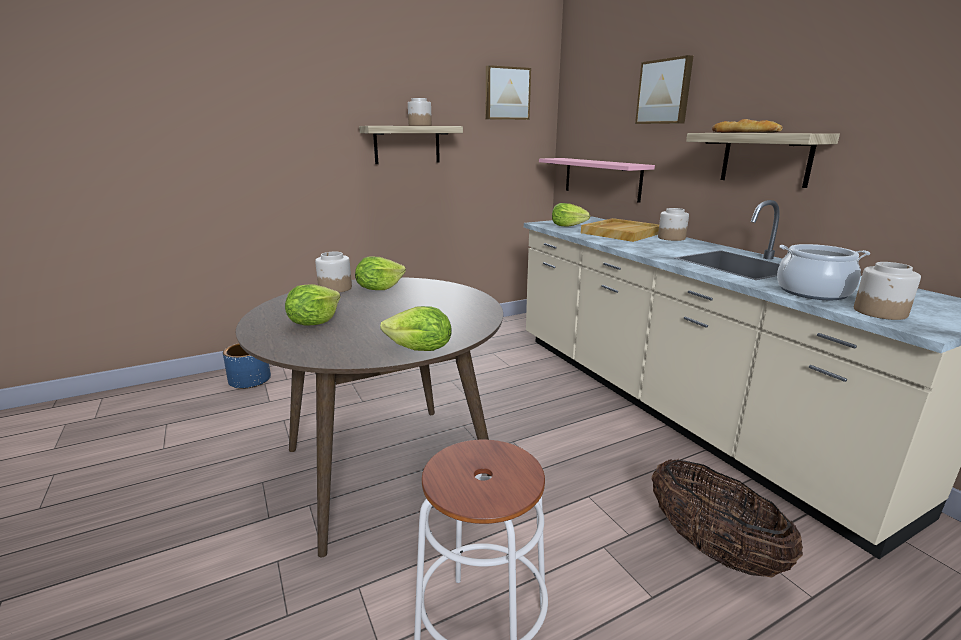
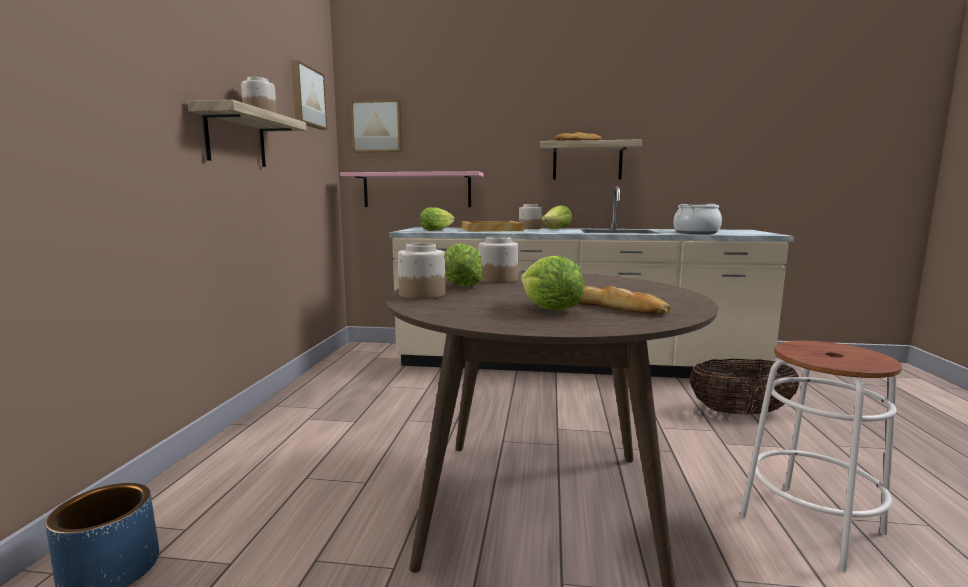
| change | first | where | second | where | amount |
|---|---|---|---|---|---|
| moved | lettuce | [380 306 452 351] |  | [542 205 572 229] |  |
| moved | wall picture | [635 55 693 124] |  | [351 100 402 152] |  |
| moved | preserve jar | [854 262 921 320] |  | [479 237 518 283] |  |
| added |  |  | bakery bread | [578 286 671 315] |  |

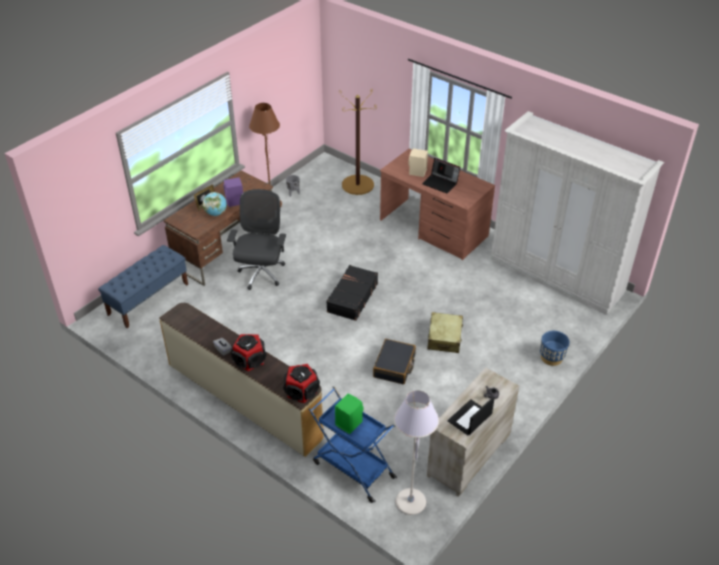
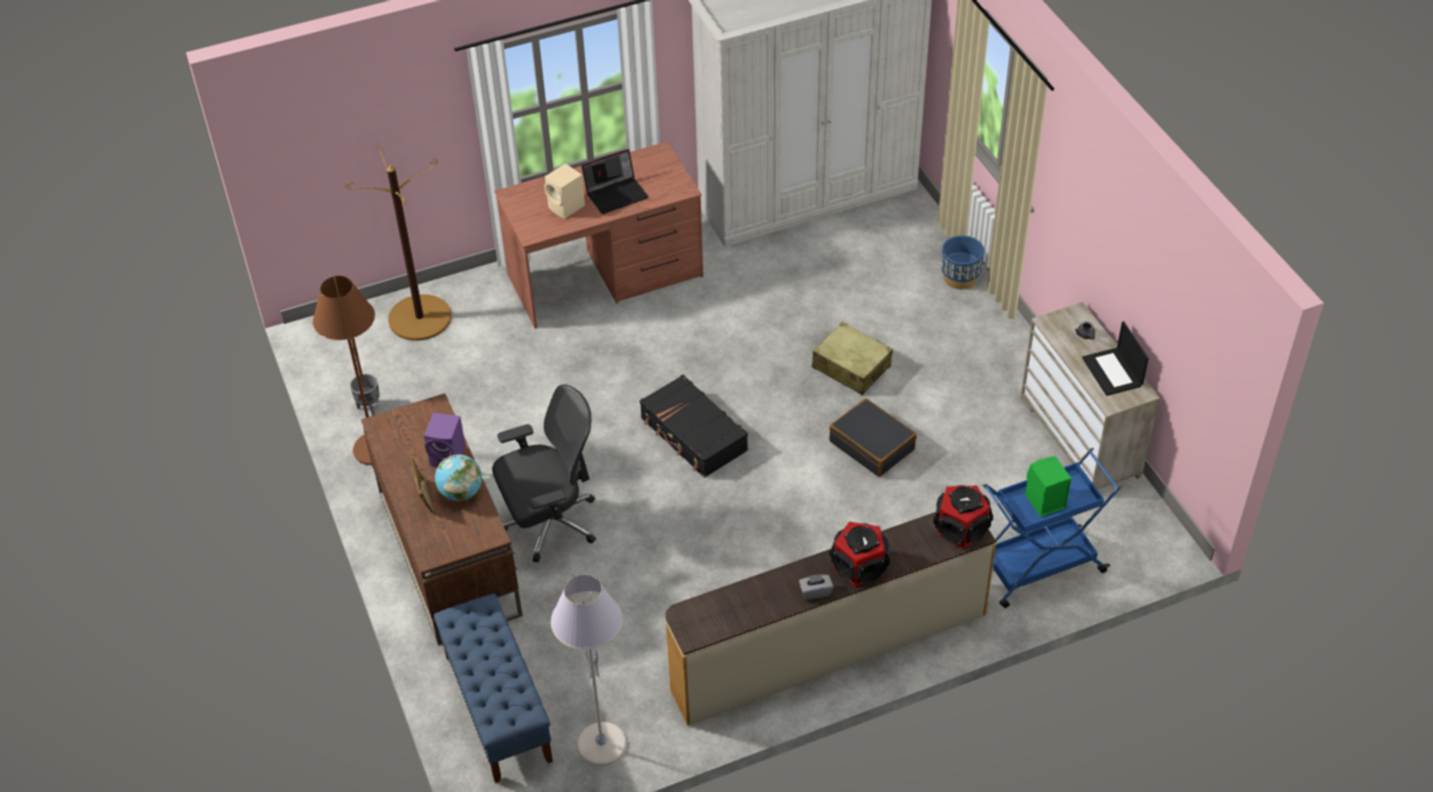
| change | first | where | second | where | amount |
|---|---|---|---|---|---|
| turned | desk chair | [227 189 286 290] |  | [492 384 596 562] | 120 degrees clockwise |
| moved | floor lamp/greyish | [394 390 439 515] |  | [551 575 627 766] |  |

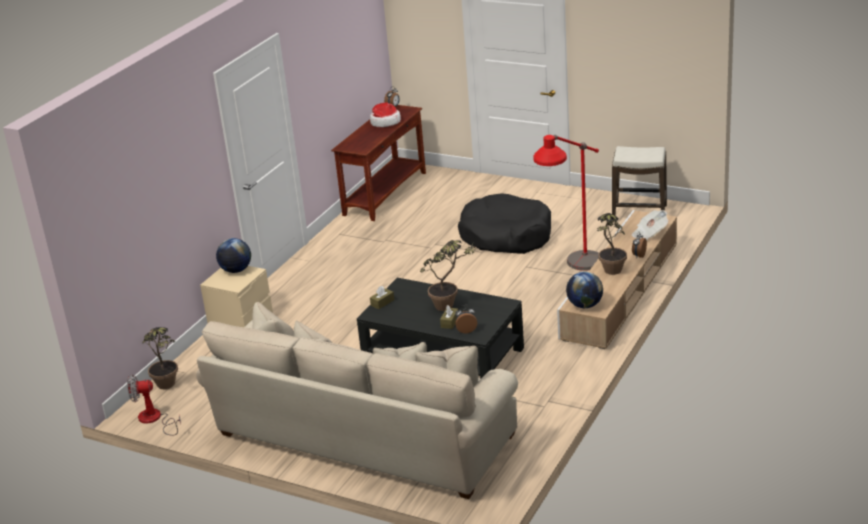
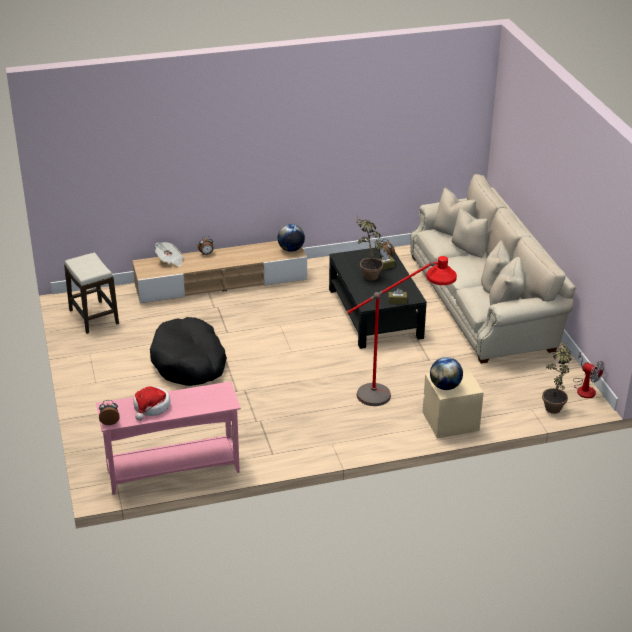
| change | first | where | second | where | amount |
|---|---|---|---|---|---|
| recoloured | narrow table/brown | [331 105 426 221] | narrow table/pink-coloured | [96 381 241 495] |  |
| moved | floor lamp/red | [533 135 599 271] |  | [347 256 457 406] |  |
| removed | potted plant | [597 213 627 275] |  |  |  |

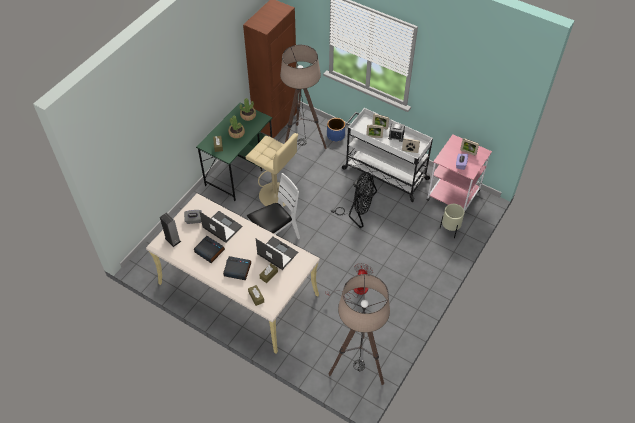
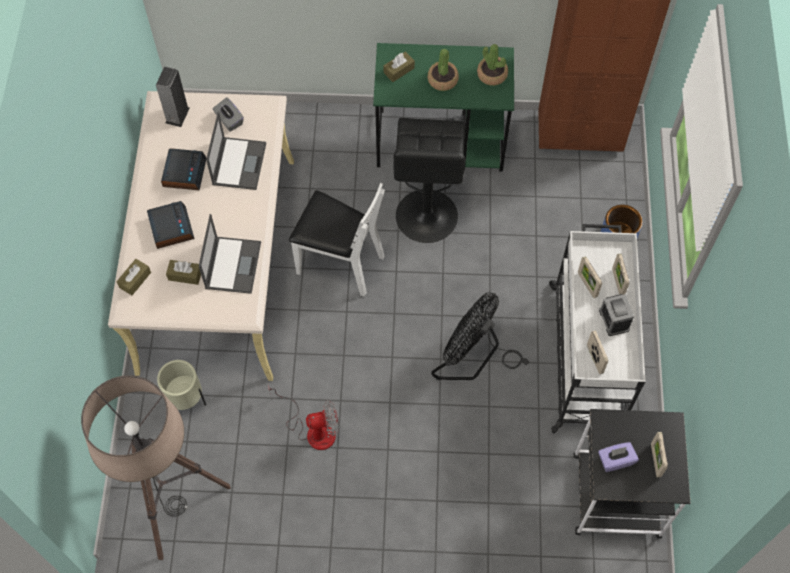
| change | first | where | second | where | amount |
|---|---|---|---|---|---|
| recoloured | stool/beige | [246 133 298 207] | stool/black-coloured | [393 118 465 243] |  |
| removed | floor lamp | [280 45 327 149] |  |  |  |
| turned | cooling fan/black-coloured | [331 172 377 229] |  | [431 292 530 380] | 135 degrees clockwise |
| recoloured | trolley/pink-coloured | [427 135 492 212] | trolley/black-coloured | [573 409 690 539] |  |
| moved | flower pot/beige | [440 204 465 238] |  | [157 360 206 410] |  |

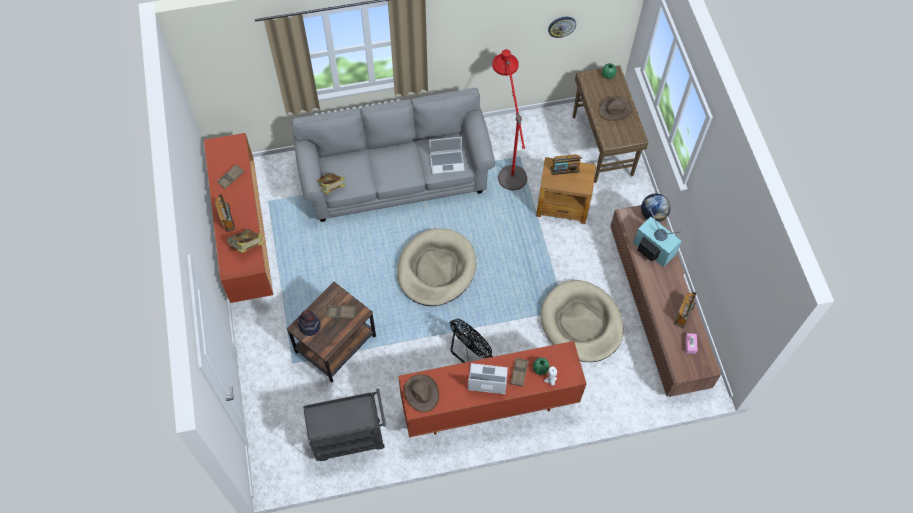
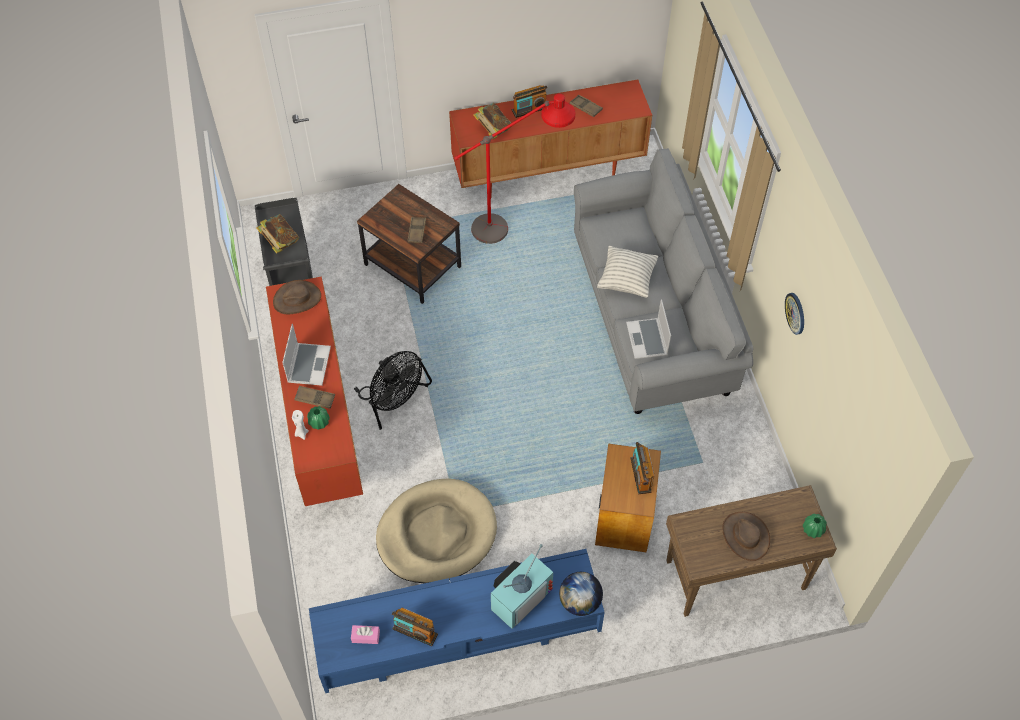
| change | first | where | second | where | amount |
|---|---|---|---|---|---|
| removed | clothing hat | [298 310 321 336] |  |  |  |
| moved | bound book | [316 173 345 194] |  | [256 214 299 254] |  |
| removed | pet bed/beige | [397 228 476 306] |  |  |  |
| moved | floor lamp/red | [492 49 527 190] |  | [454 94 575 244] |  |
| moved | hanging clock | [548 17 576 38] |  | [785 293 804 335] |  |
| recoloured | tv unit/brown | [610 205 721 397] | tv unit/blue-coloured | [309 549 605 693] |  |
| added |  |  | pillow | [597 246 658 297] |  |

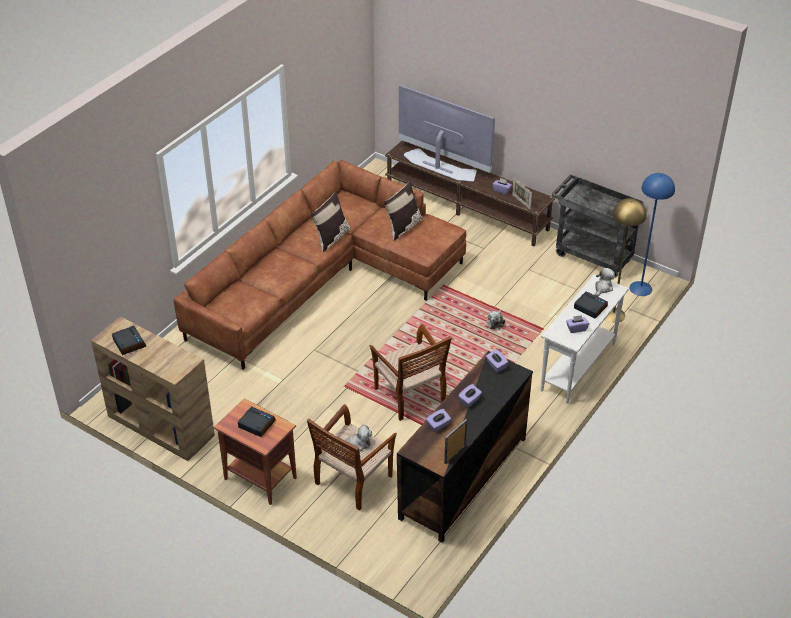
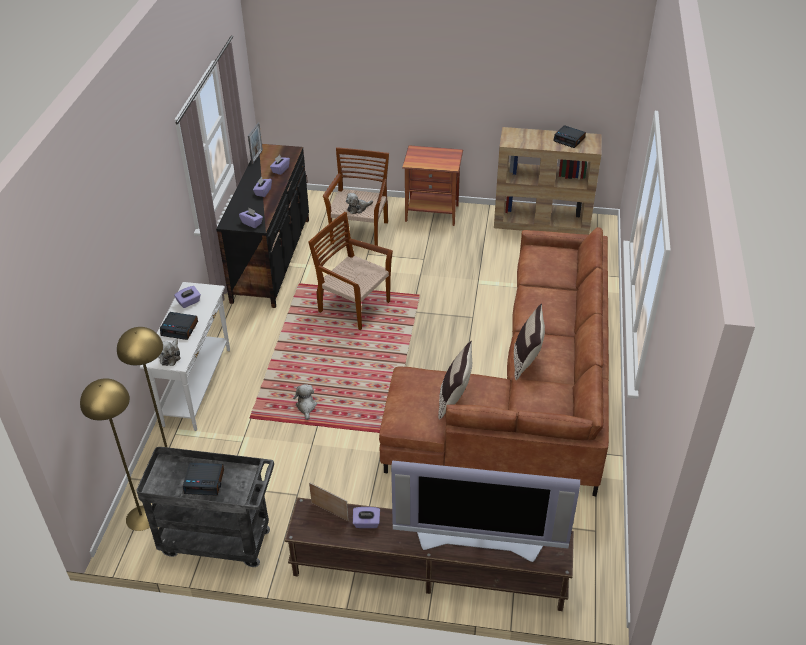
| change | first | where | second | where | amount |
|---|---|---|---|---|---|
| moved | alarm clock | [238 406 276 437] |  | [183 463 224 496] |  |
| recoloured | floor lamp/blue-coloured | [629 173 675 296] | floor lamp/yellow | [80 378 150 531] |  |

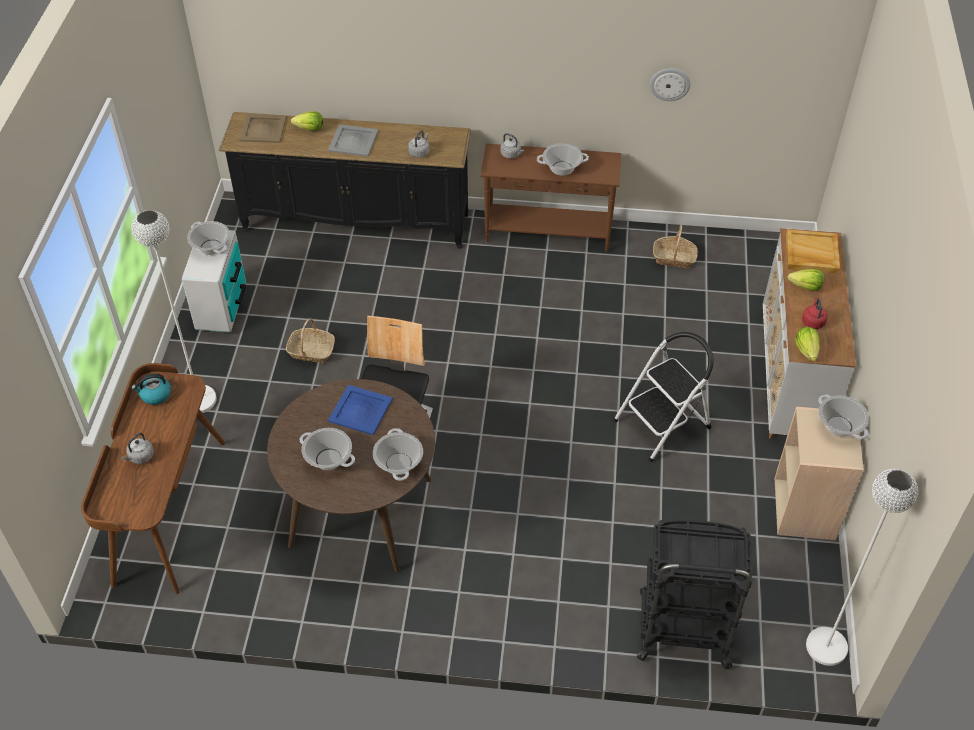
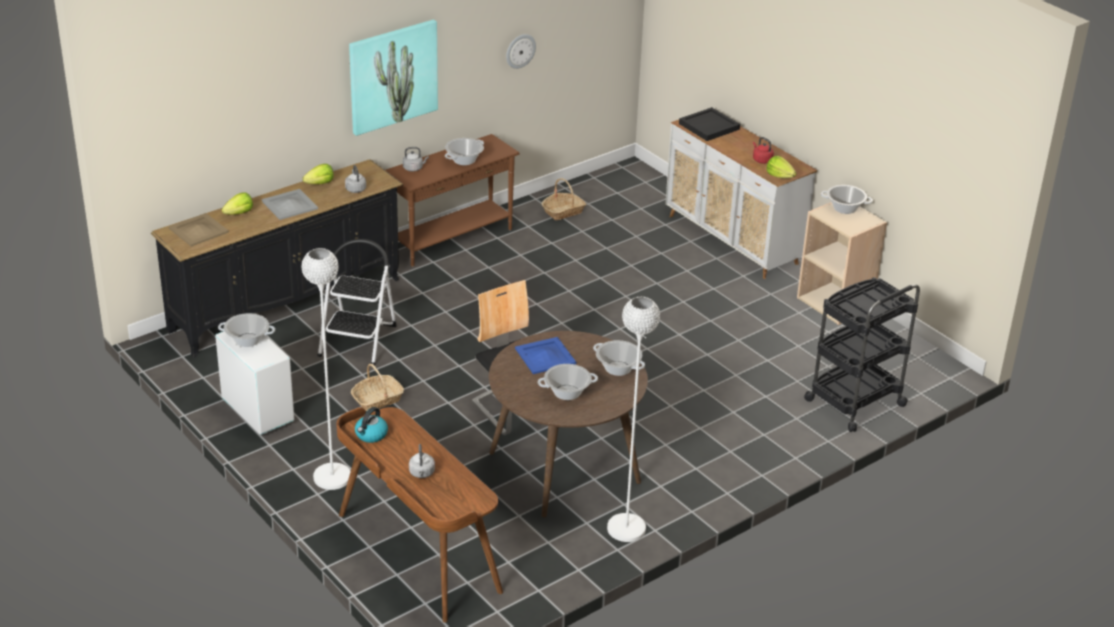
| change | first | where | second | where | amount |
|---|---|---|---|---|---|
| moved | step stool | [613 332 714 462] |  | [317 239 396 366] |  |
| recoloured | tray/beige | [786 229 840 274] | tray/black-coloured | [679 107 740 141] |  |
| moved | lettuce | [787 269 824 291] |  | [303 164 334 184] |  |
| moved | floor lamp/white | [806 469 918 666] |  | [607 297 660 542] |  |
| added |  |  | wall picture | [349 20 438 136] |  |

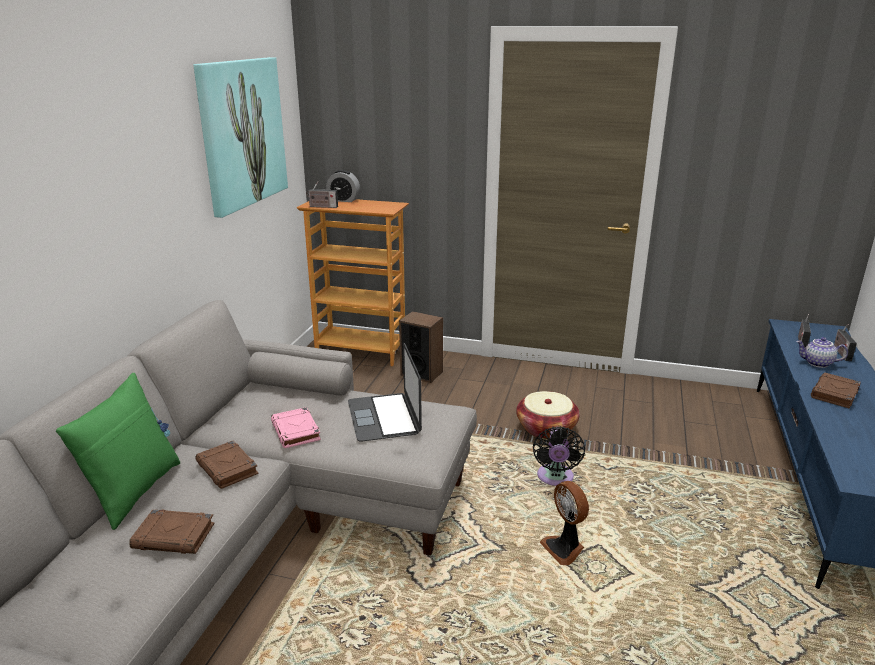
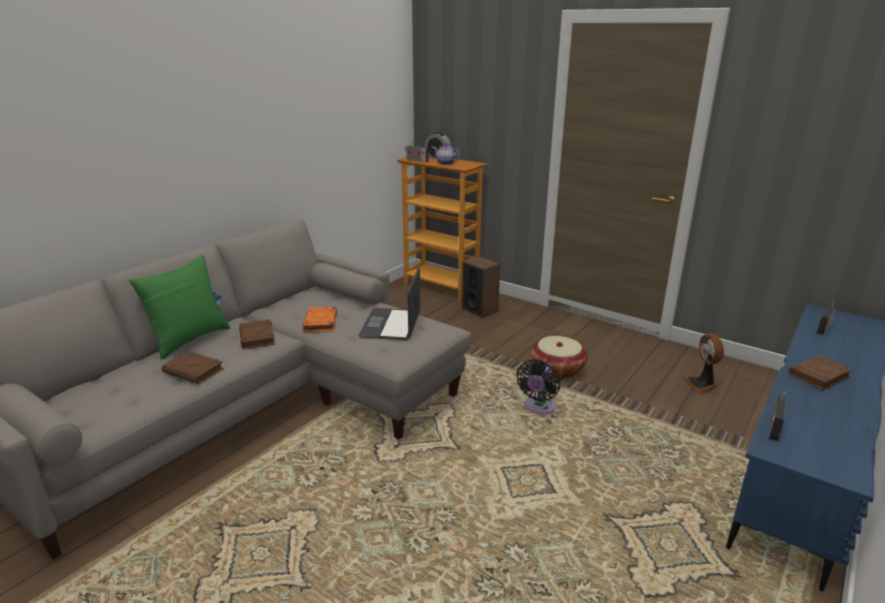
| change | first | where | second | where | amount |
|---|---|---|---|---|---|
| removed | wall picture | [193 57 288 218] |  |  |  |
| recoloured | bound book/pink-coloured | [271 407 321 448] | bound book/orangey | [303 307 337 332] |  |
| moved | cooling fan | [539 481 589 565] |  | [683 333 724 394] |  |
| moved | pot for tea | [796 337 848 368] |  | [433 144 460 165] |  |
| moved | radio set | [834 324 857 361] |  | [769 392 786 442] |  |

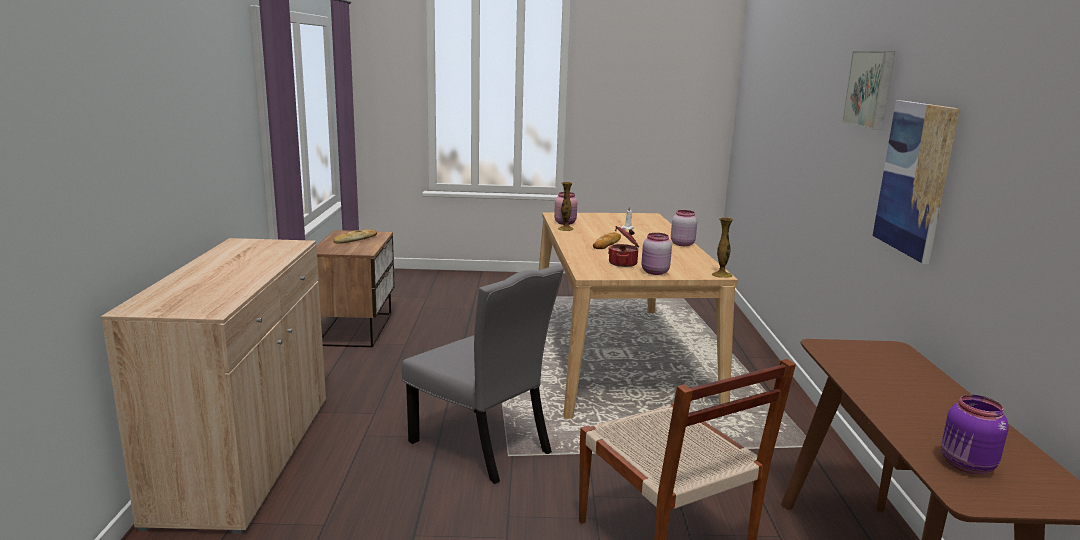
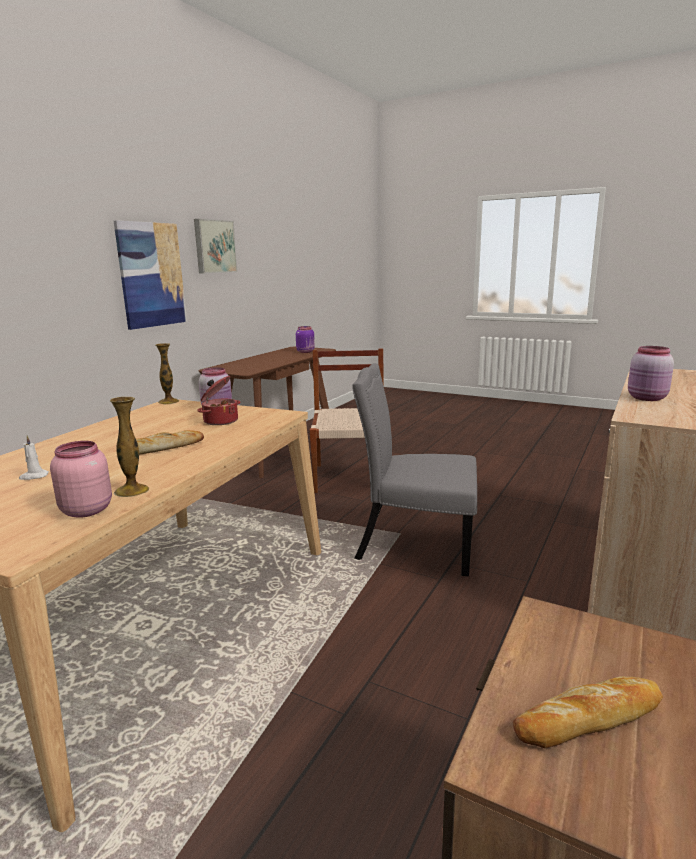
| change | first | where | second | where | amount |
|---|---|---|---|---|---|
| turned | plain chair/greyish | [402 265 564 484] |  | [352 363 477 576] | 60 degrees counterclockwise |
| moved | preserve jar/pink-coloured | [671 210 697 246] |  | [628 346 674 401] |  |
| moved | wall picture | [842 51 895 130] |  | [194 219 237 274] |  |

